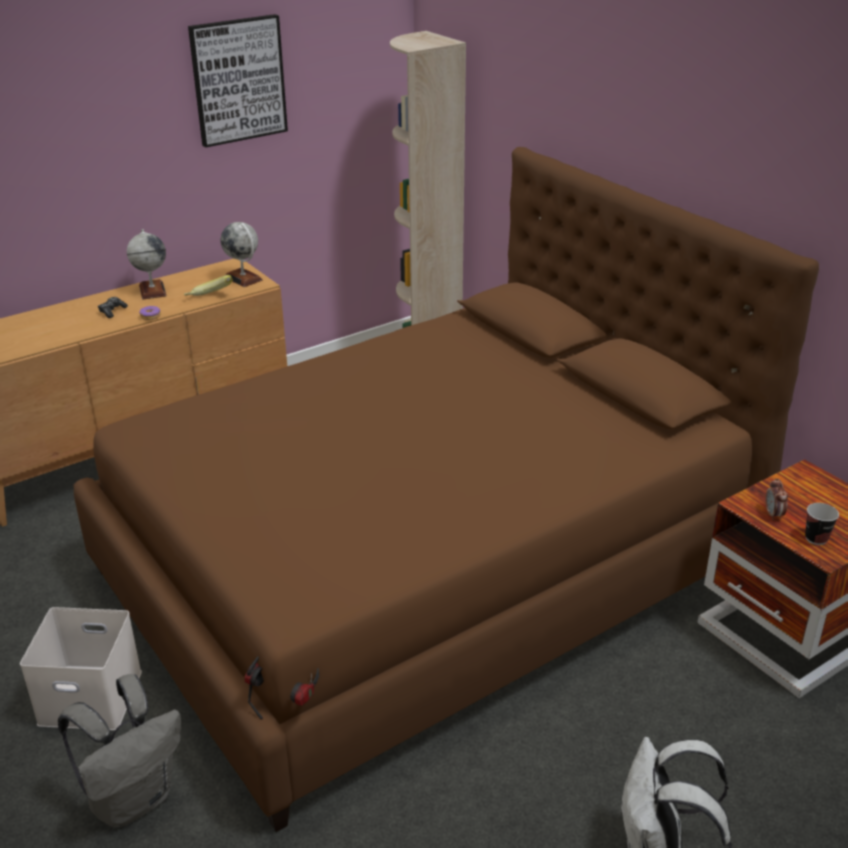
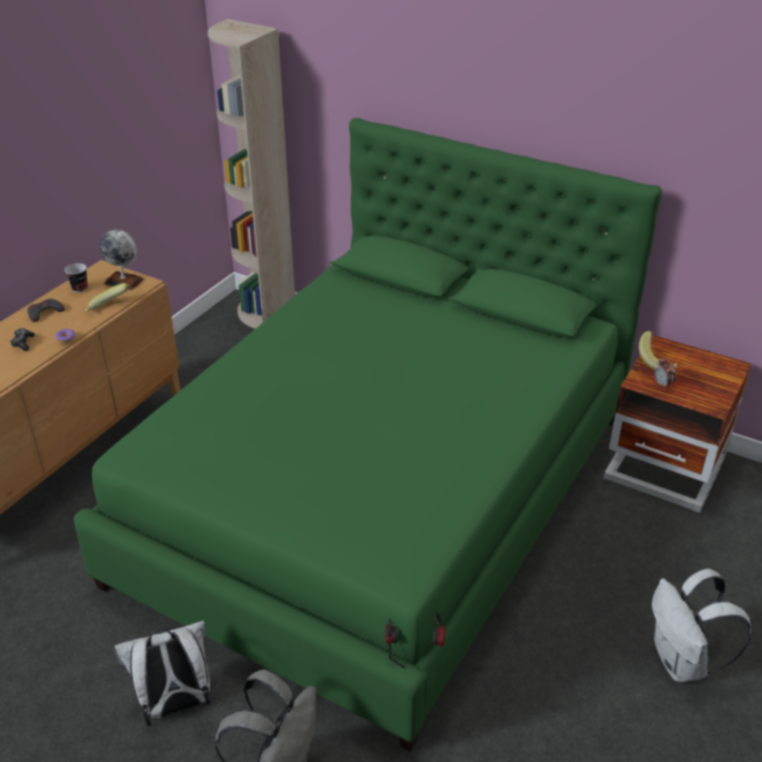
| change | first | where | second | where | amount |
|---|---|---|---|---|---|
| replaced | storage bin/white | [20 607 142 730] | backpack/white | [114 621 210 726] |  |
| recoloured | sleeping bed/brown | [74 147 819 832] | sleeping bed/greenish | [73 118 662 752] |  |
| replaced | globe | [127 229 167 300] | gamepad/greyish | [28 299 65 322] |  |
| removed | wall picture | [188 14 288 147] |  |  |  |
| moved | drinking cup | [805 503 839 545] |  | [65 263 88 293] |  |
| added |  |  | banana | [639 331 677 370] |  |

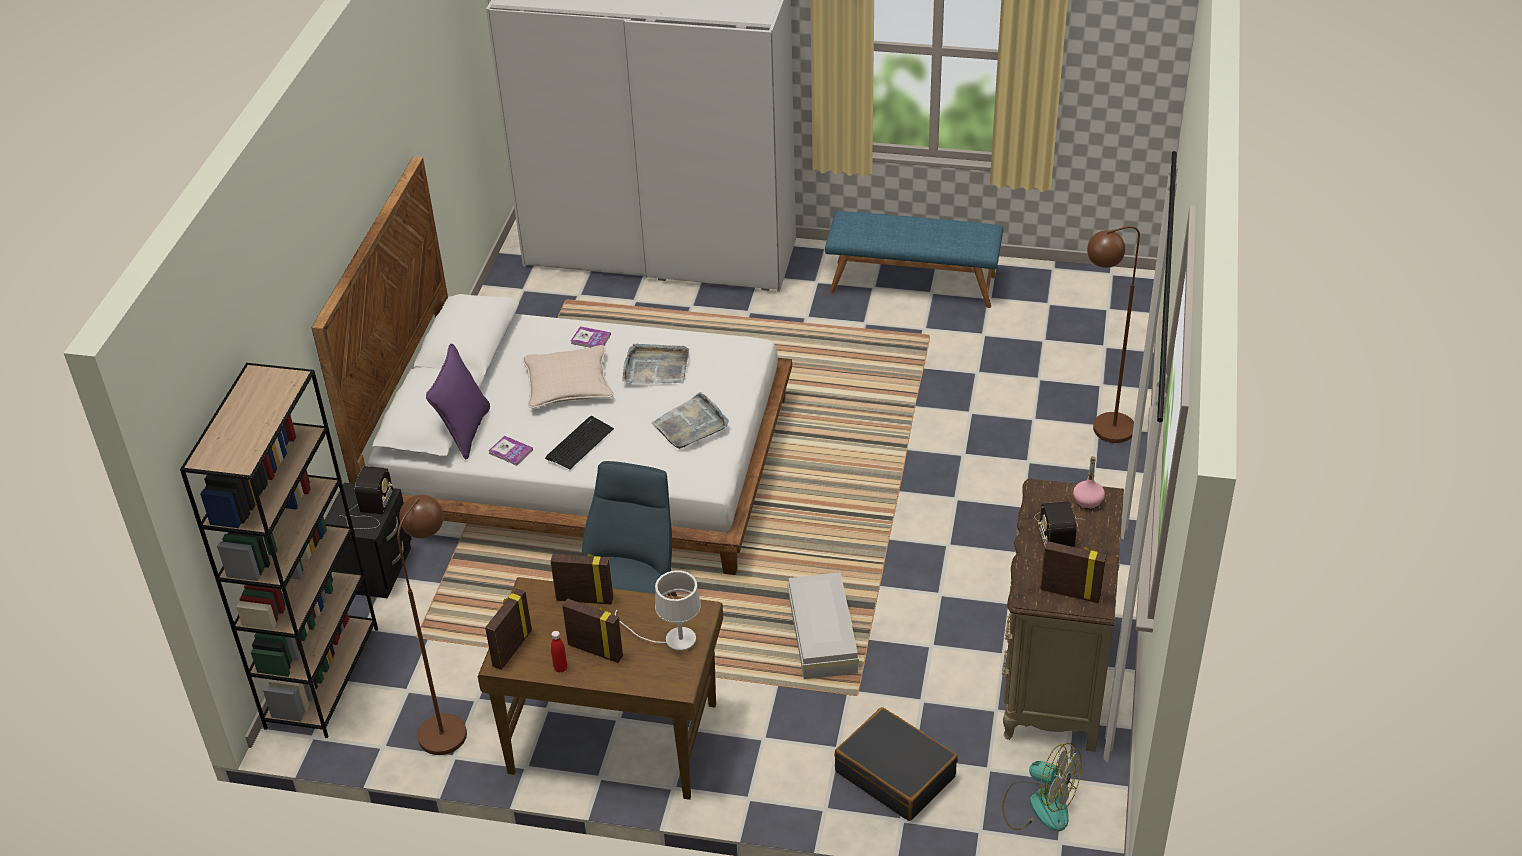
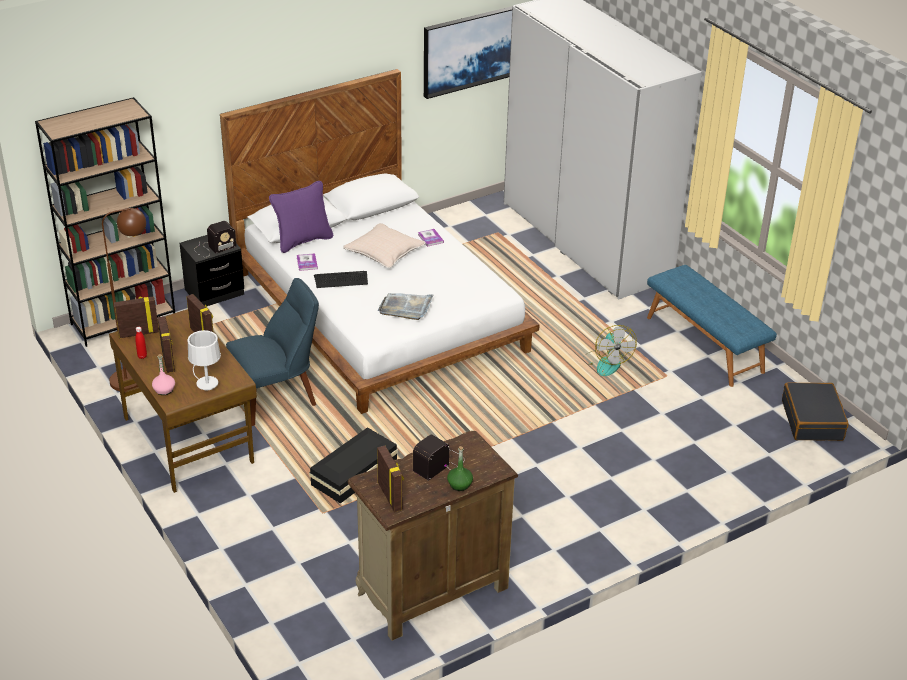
| change | first | where | second | where | amount |
|---|---|---|---|---|---|
| removed | tray/greyish | [622 344 689 384] |  |  |  |
| recoloured | storage bin/white | [787 572 859 679] | storage bin/black-coloured | [309 427 398 503] |  |
| moved | suitcase/black-coloured | [834 707 958 821] |  | [782 382 849 441] |  |
| moved | cooling fan | [1002 743 1082 831] |  | [582 325 637 376] |  |
| moved | beverage bottle/pink-coloured | [1073 456 1105 509] |  | [152 354 175 395] |  |
| removed | floor lamp/brown | [1087 226 1140 443] |  |  |  |
| added |  |  | wall picture | [424 6 513 99] |  |
| added |  |  | beverage bottle/greenish | [447 446 473 491] |  |

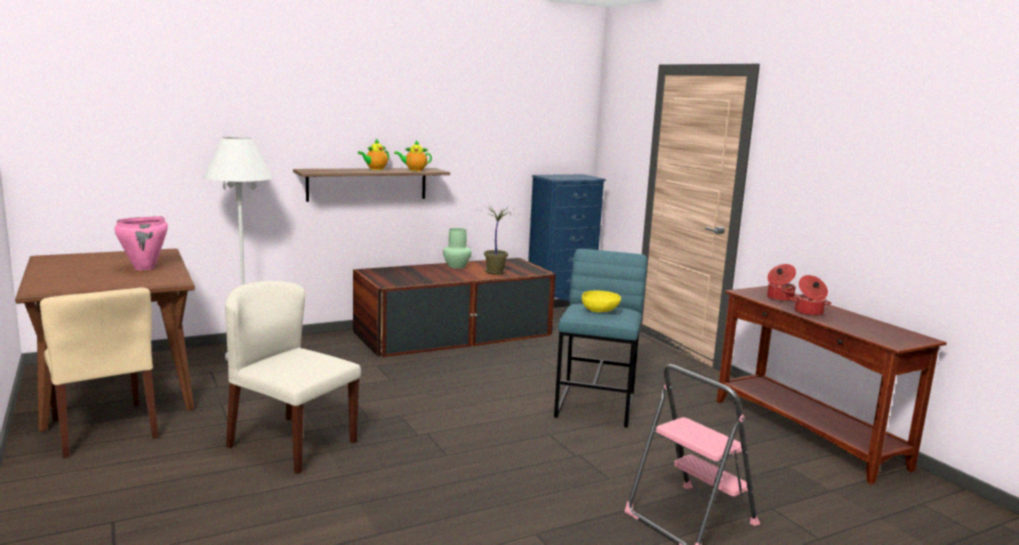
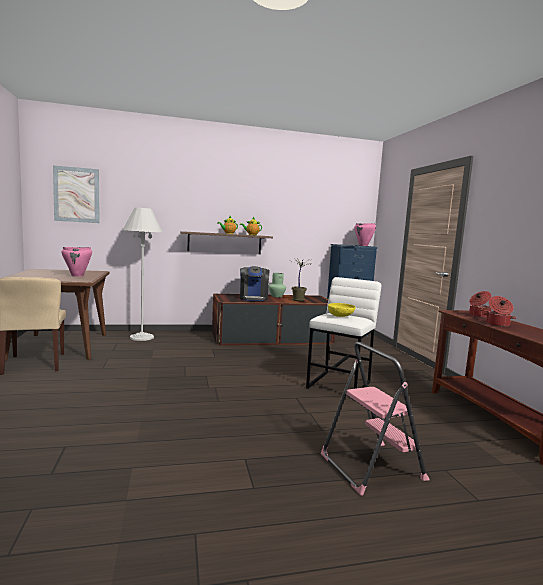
| change | first | where | second | where | amount |
|---|---|---|---|---|---|
| removed | plain chair/beige | [225 281 361 474] |  |  |  |
| recoloured | stool/blue-coloured | [554 249 647 428] | stool/white | [306 277 381 389] |  |
| added |  |  | wall picture | [53 165 99 223] |  |
| added |  |  | coffee brewer | [240 266 270 301] |  |
| added |  |  | saucepot/pink-coloured | [354 223 376 246] |  |

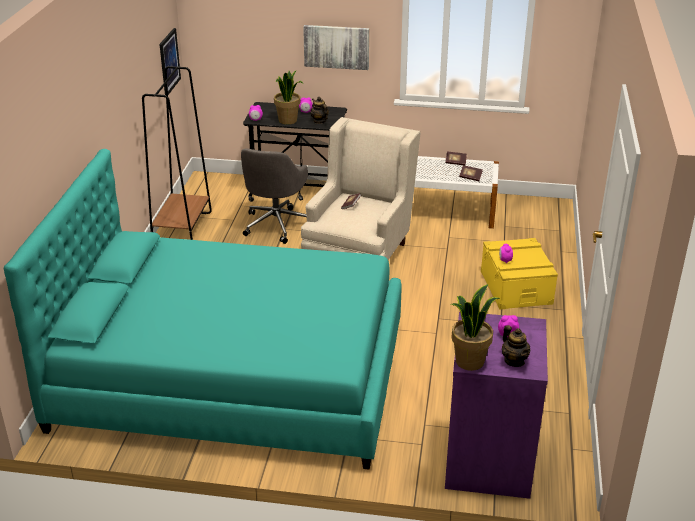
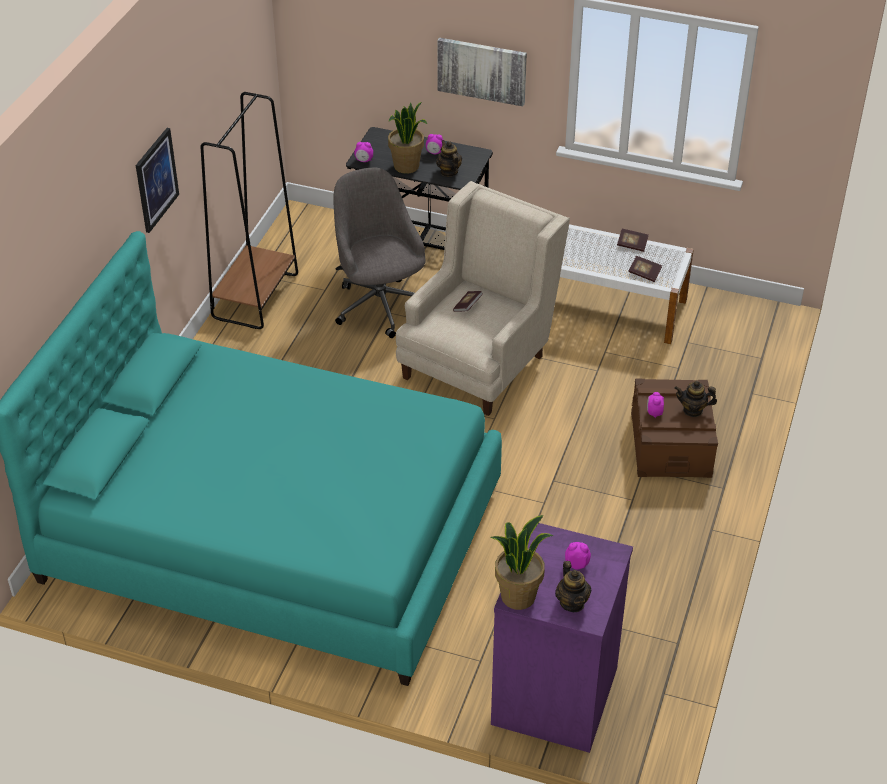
| change | first | where | second | where | amount |
|---|---|---|---|---|---|
| moved | wall picture | [159 28 181 95] |  | [136 128 179 233] |  |
| turned | desk chair/greyish | [241 149 308 244] |  | [333 168 425 338] | 135 degrees clockwise |
| recoloured | storage bin/yellow | [481 238 558 310] | storage bin/brown | [631 378 718 478] |  |
| added |  |  | pot for tea | [674 381 717 417] |  |

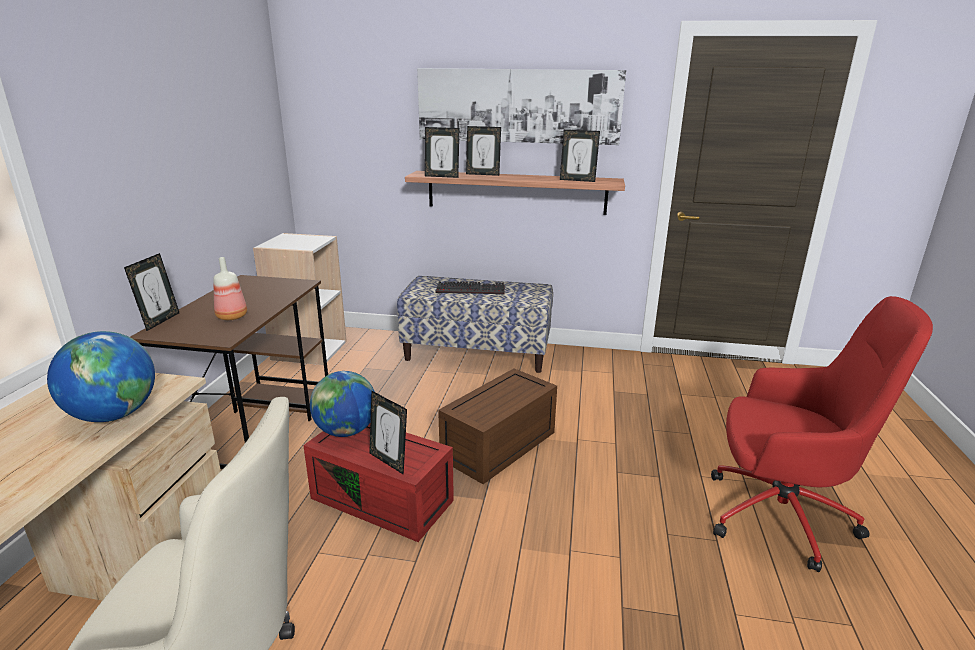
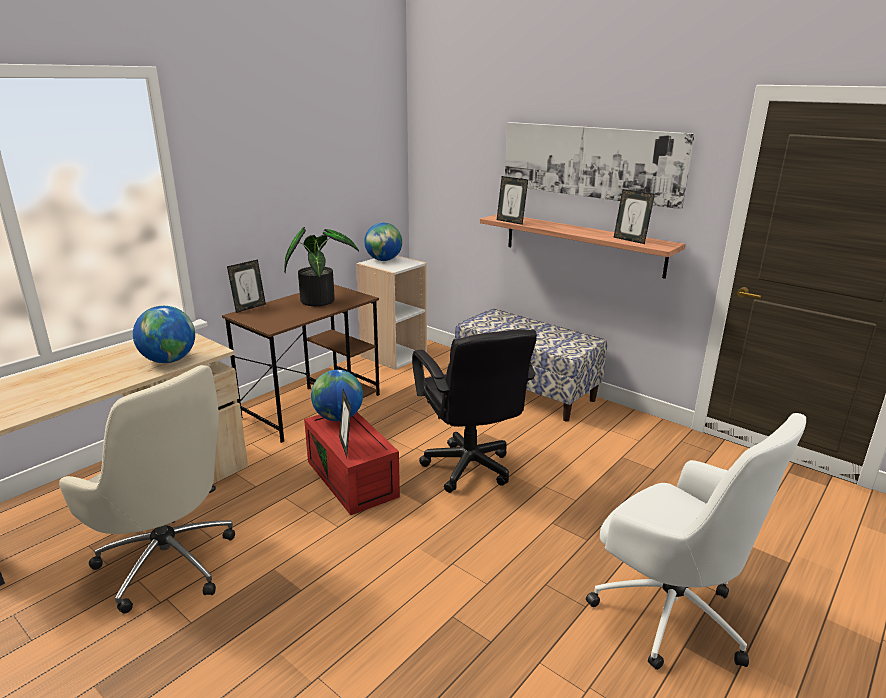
| change | first | where | second | where | amount |
|---|---|---|---|---|---|
| removed | beverage bottle | [213 257 247 320] |  |  |  |
| removed | computer keyboard | [435 281 505 294] |  |  |  |
| replaced | storage bin/brown | [438 369 557 484] | desk chair/black-coloured | [412 329 537 493] |  |
| removed | photo frame | [466 126 501 176] |  |  |  |
| recoloured | desk chair/red | [711 296 933 572] | desk chair/white | [586 413 806 670] |  |
| added |  |  | potted plant | [284 227 359 306] |  |
| added |  |  | globe | [364 223 402 261] |  |

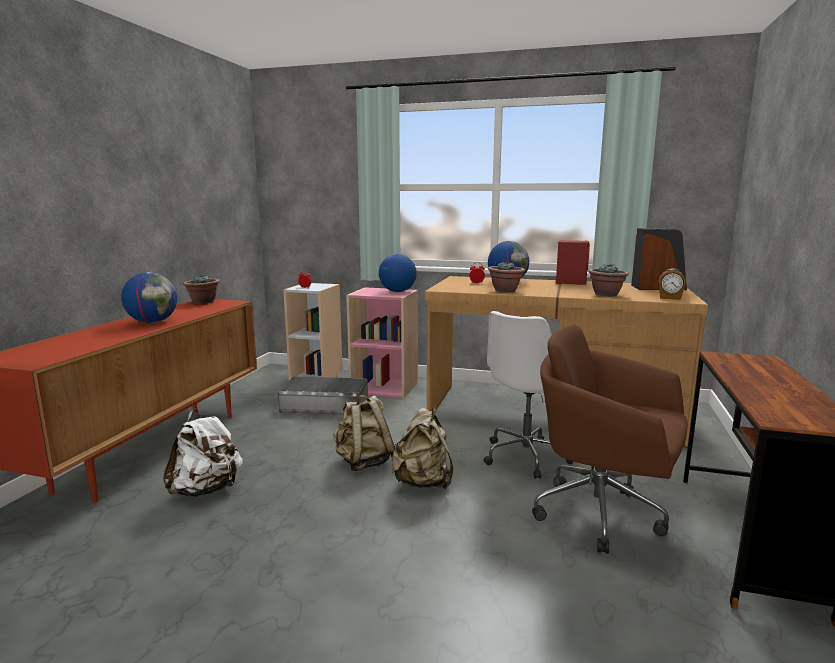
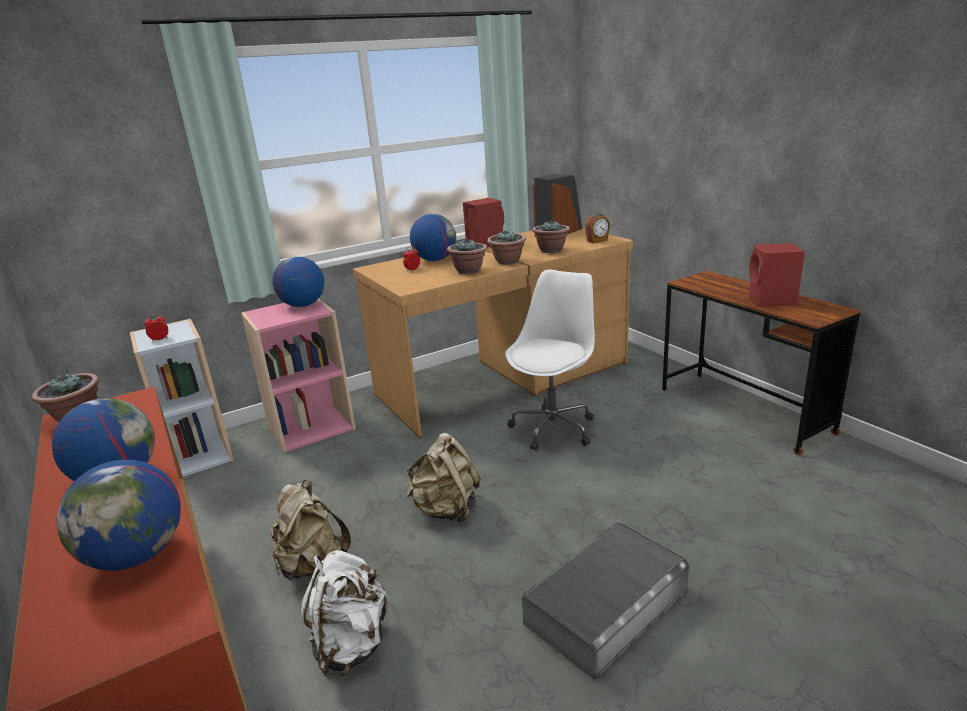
| change | first | where | second | where | amount |
|---|---|---|---|---|---|
| moved | storage bin/greyish | [278 376 368 415] |  | [522 523 689 680] |  |
| moved | backpack/beige | [392 408 453 489] |  | [270 480 351 581] |  |
| turned | desk chair/white | [483 311 573 479] |  | [505 269 595 451] | 135 degrees counterclockwise |
| removed | desk chair/brown | [532 325 688 554] |  |  |  |
| added |  |  | globe | [57 460 181 571] |  |
| added |  |  | potted plant | [487 230 526 264] |  |
| added |  |  | loudspeaker/red | [749 243 805 307] |  |

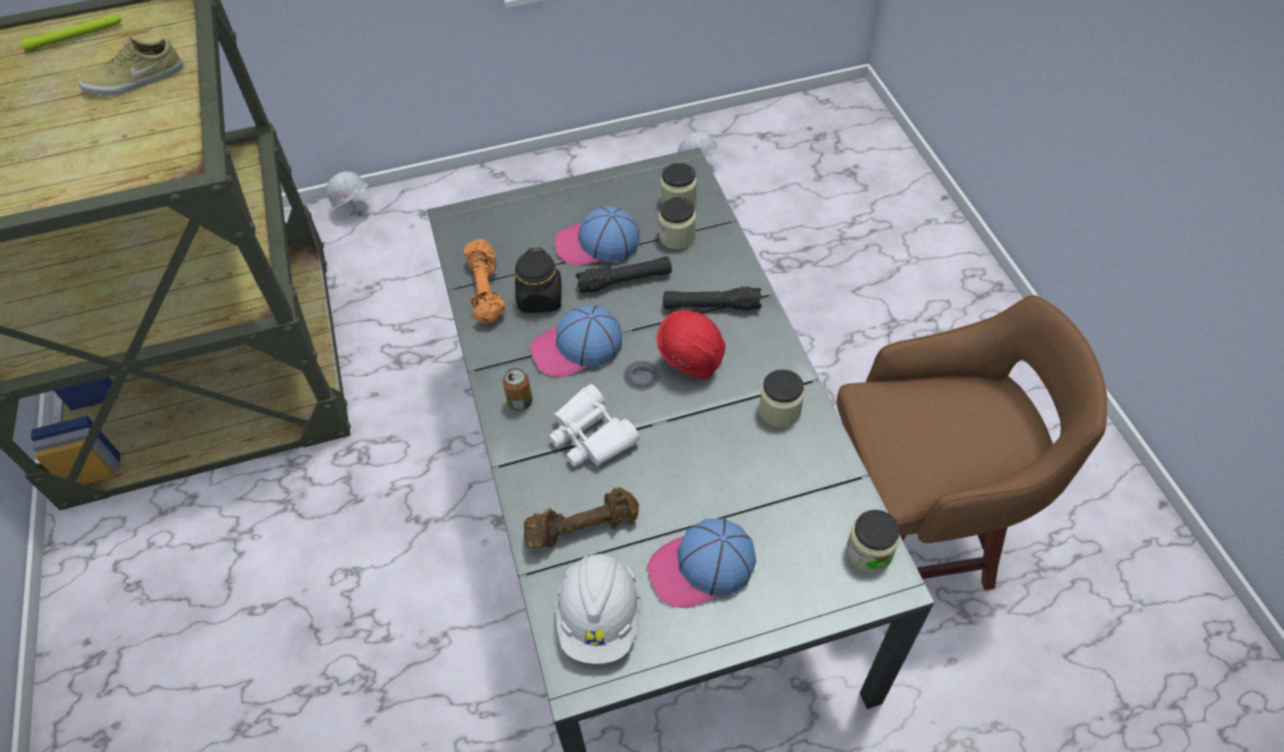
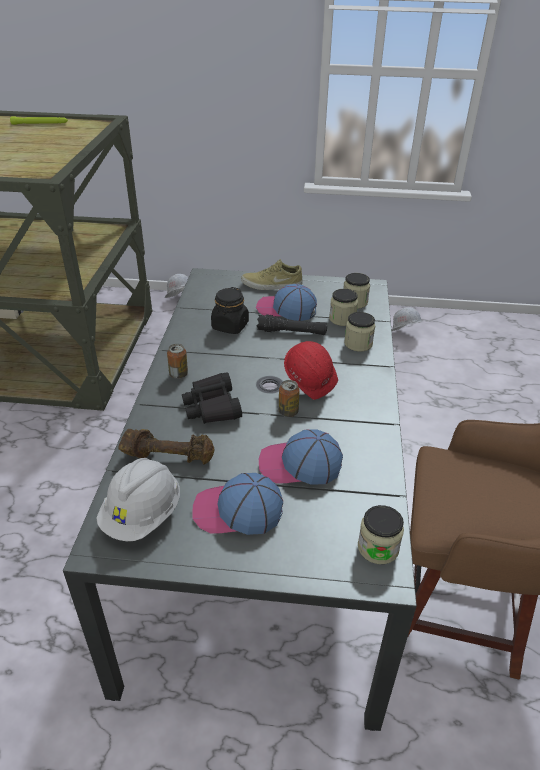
| change | first | where | second | where | amount |
|---|---|---|---|---|---|
| moved | item of footwear/beige | [78 37 183 96] |  | [241 259 303 290] |  |
| removed | hand weight/orangey | [464 239 505 324] |  |  |  |
| moved | cap | [530 306 622 377] |  | [259 429 343 485] |  |
| recoloured | pair of binoculars/white | [549 384 640 467] | pair of binoculars/black-coloured | [182 372 242 424] |  |
| removed | flashlight/black-coloured | [663 286 762 311] |  |  |  |
| moved | preserve jar | [759 369 804 427] |  | [344 312 375 352] |  |
| added |  |  | metal can | [279 380 300 417] |  |

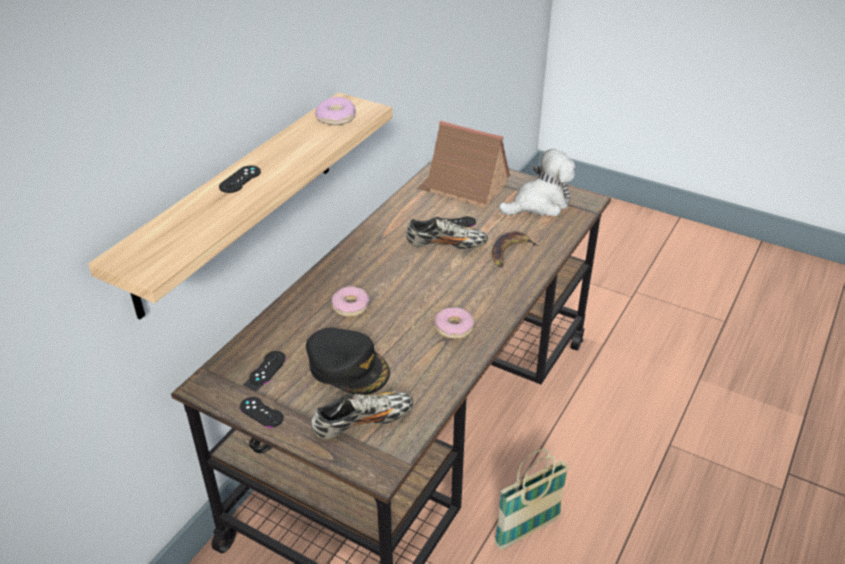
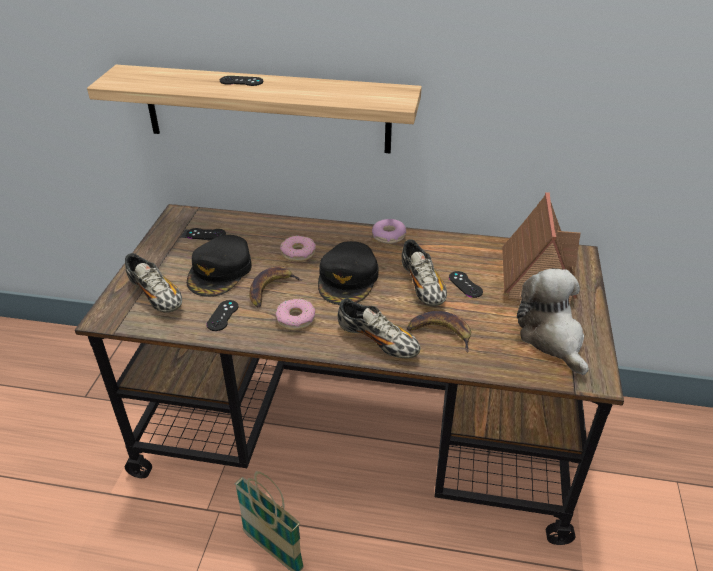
| change | first | where | second | where | amount |
|---|---|---|---|---|---|
| moved | gamepad/black-coloured | [240 397 284 428] |  | [207 300 238 331] |  |
| moved | ring doughnut | [315 97 356 125] |  | [372 219 406 244] |  |
| turned | cuddly toy | [498 149 576 216] |  | [517 268 589 375] | 150 degrees counterclockwise |
| added |  |  | banana | [249 266 304 307] |  |
| added |  |  | cap/black-coloured | [318 241 379 305] |  |
| added |  |  | item of footwear | [338 298 421 358] |  |

